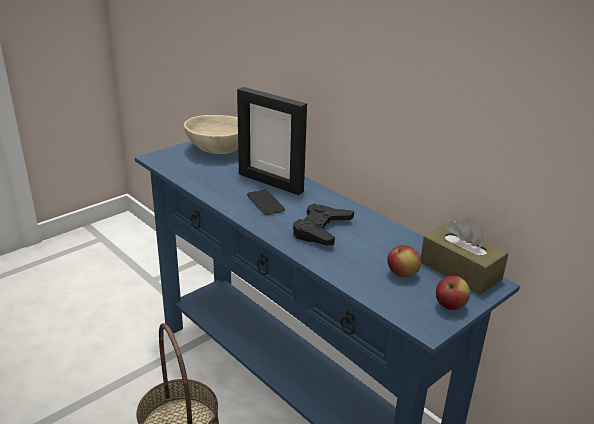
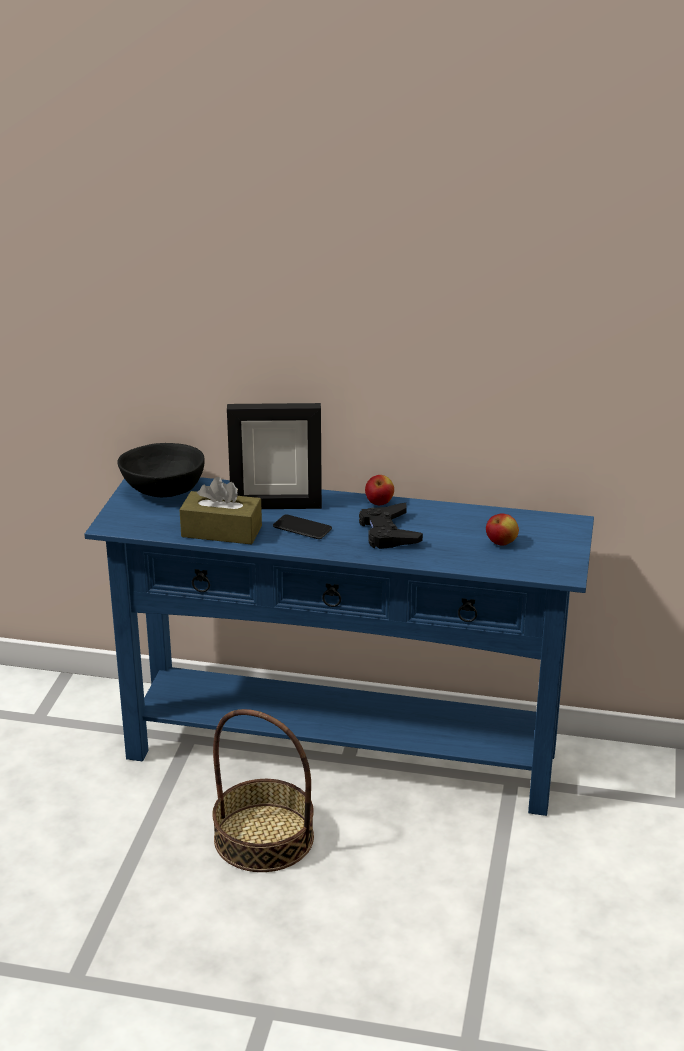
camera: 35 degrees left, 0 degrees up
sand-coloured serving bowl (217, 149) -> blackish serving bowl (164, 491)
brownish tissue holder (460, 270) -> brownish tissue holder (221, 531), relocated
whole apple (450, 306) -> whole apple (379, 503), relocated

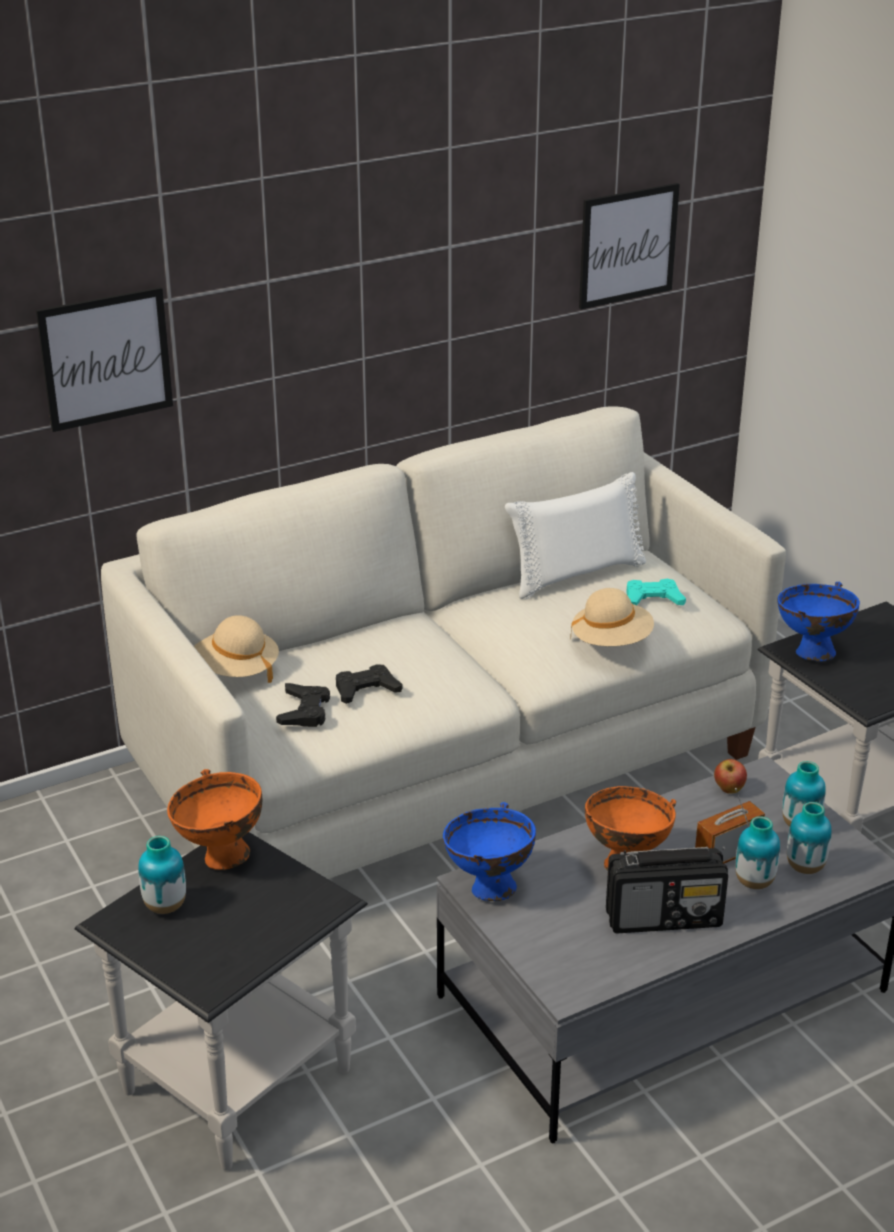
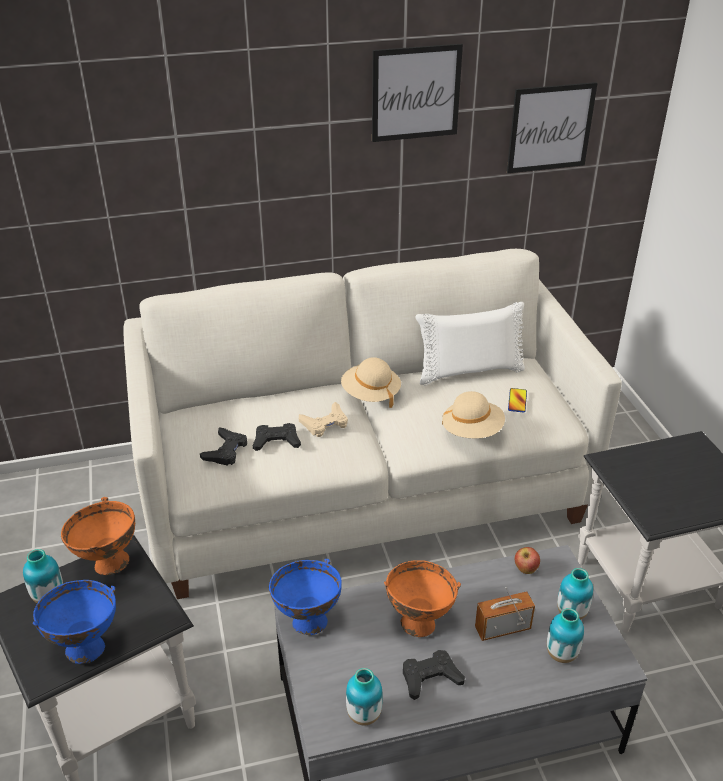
camera: 15 degrees right, 5 degrees up
picture (106, 358) -> picture (415, 93), relocated
sand-coloured hat (237, 670) -> sand-coloured hat (370, 394), relocated
radio set (664, 917) -> blackish gamepad (430, 678)
turquoise-coloured gamepad (653, 599) -> handset (517, 401)
flower vase (754, 882) -> flower vase (364, 715), relocated
bluish serving bowl (811, 653) -> bluish serving bowl (84, 647), relocated
none -> sand-coloured gamepad (325, 424)

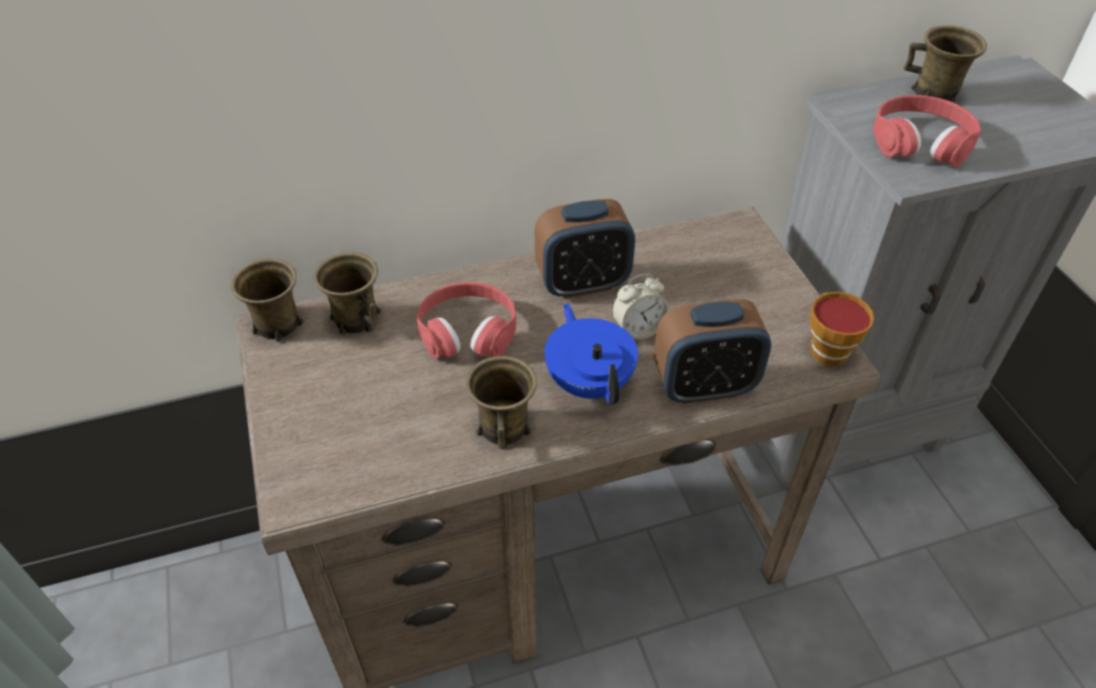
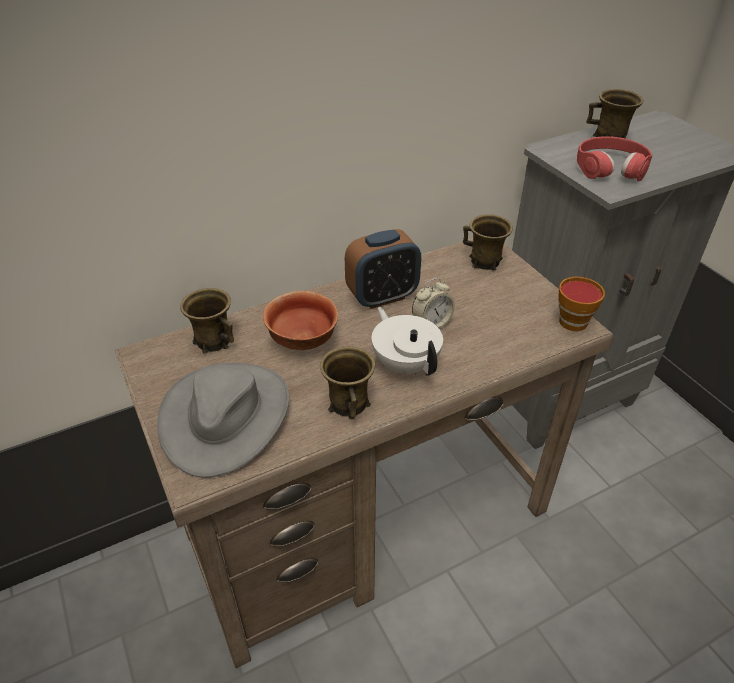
camera: 10 degrees left, 5 degrees down
brownish coffee mug (277, 325) -> brownish coffee mug (485, 262), relocated
red-coloured headset (468, 331) -> serving bowl (303, 339)
bluish pot for tea (589, 382) -> white pot for tea (405, 364)
table clock (704, 386) -> none
none -> grey hat (225, 416)

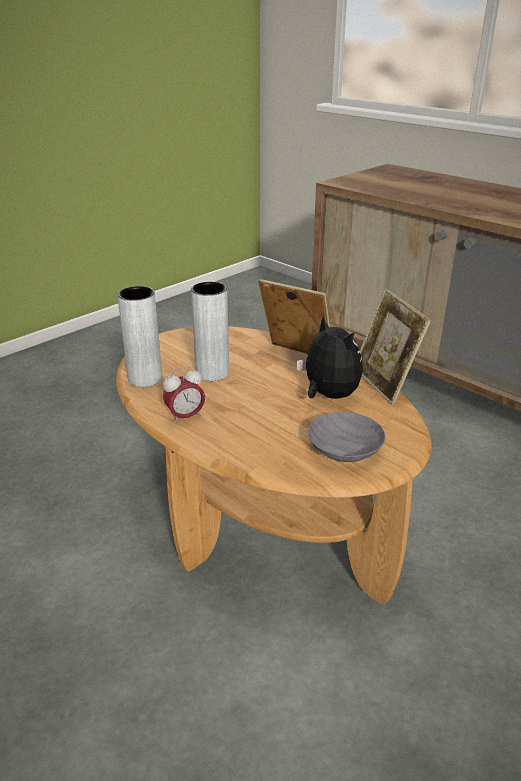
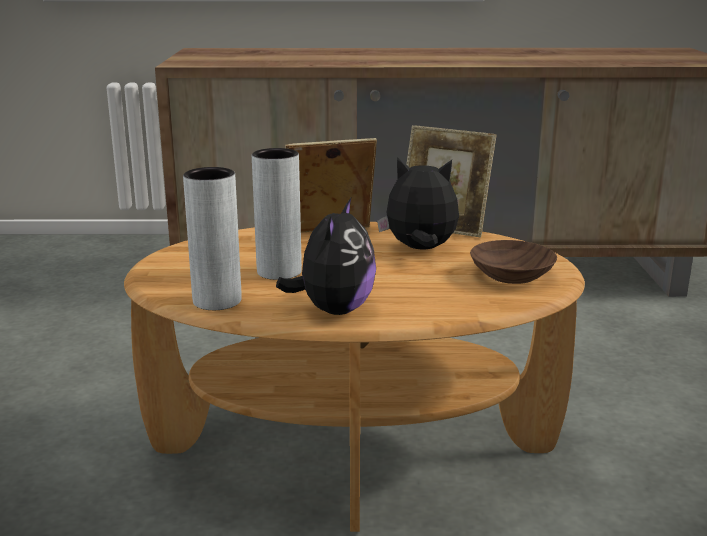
camera: 45 degrees left, 10 degrees down
table clock (185, 417) -> cuddly toy (333, 310)
grey serving bowl (343, 449) -> brownish serving bowl (509, 275)

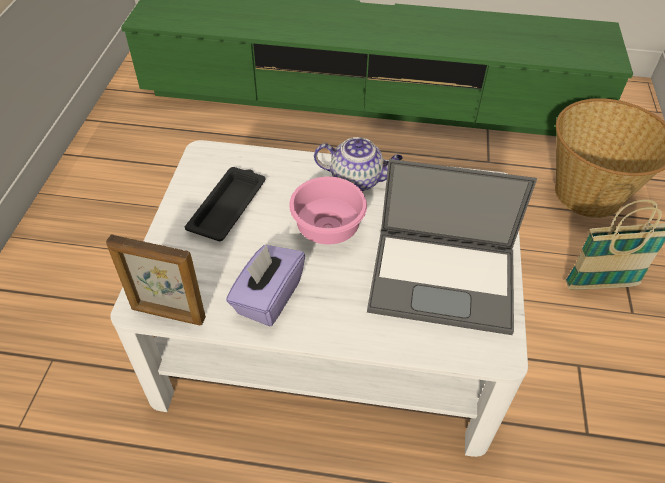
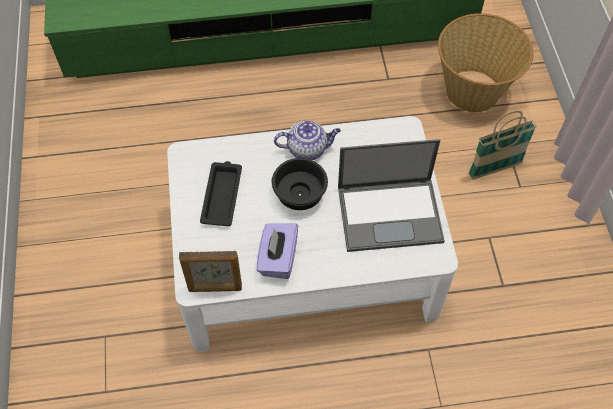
camera: 15 degrees left, 10 degrees up
pinkish serving bowl (328, 230) -> blackish serving bowl (300, 196)

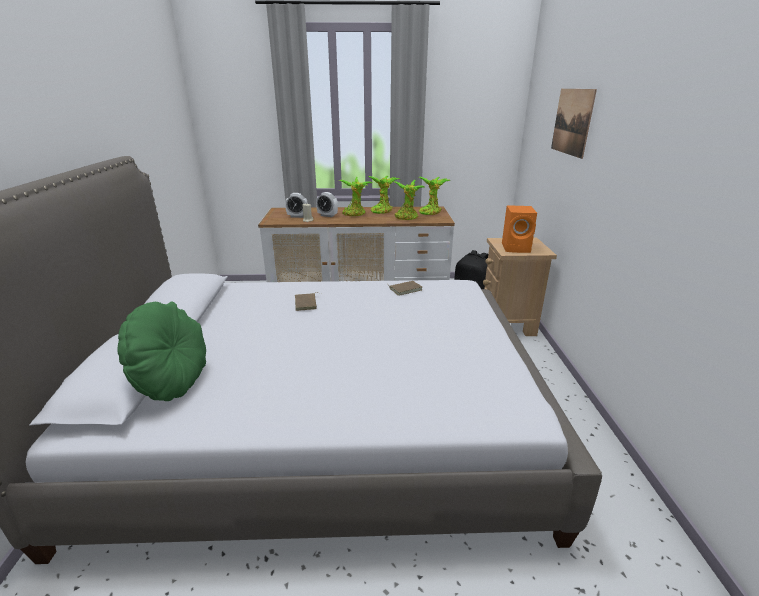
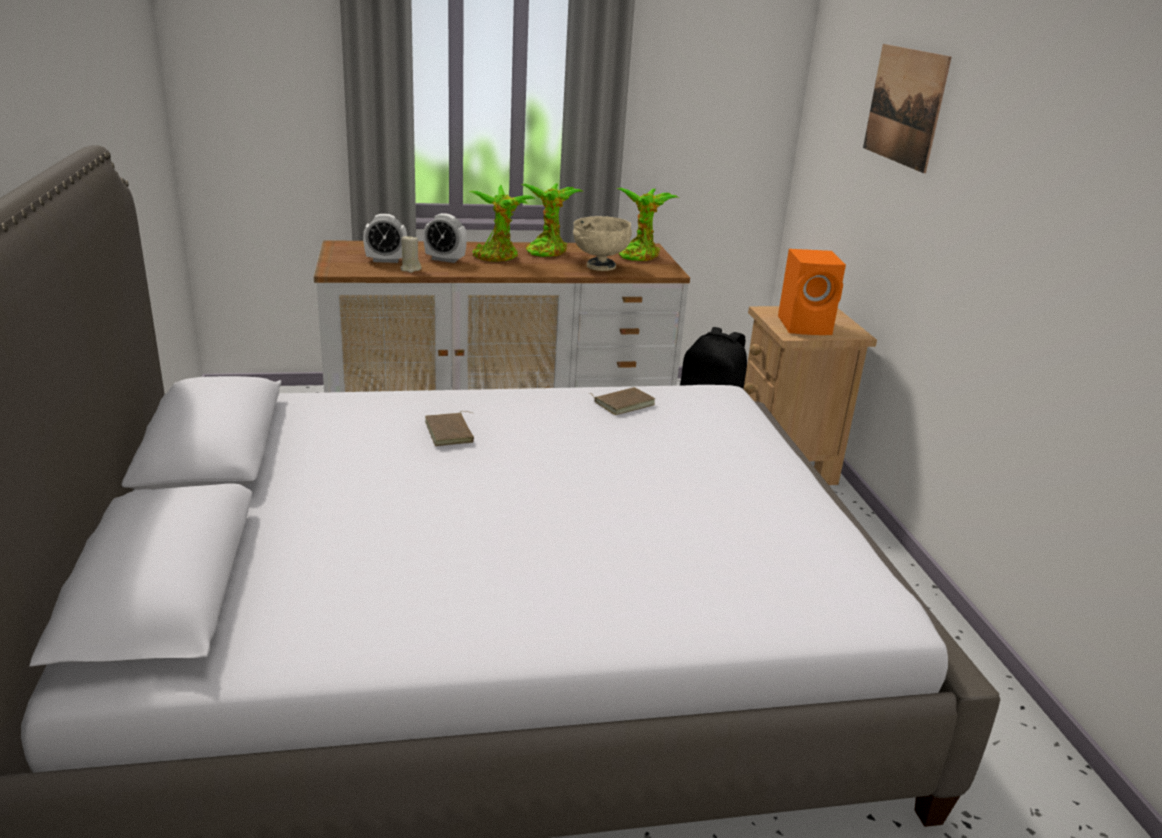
camera: 10 degrees left, 0 degrees up
greenish throw pillow (174, 385) -> none
houseplant (407, 218) -> sand-coloured serving bowl (600, 266)

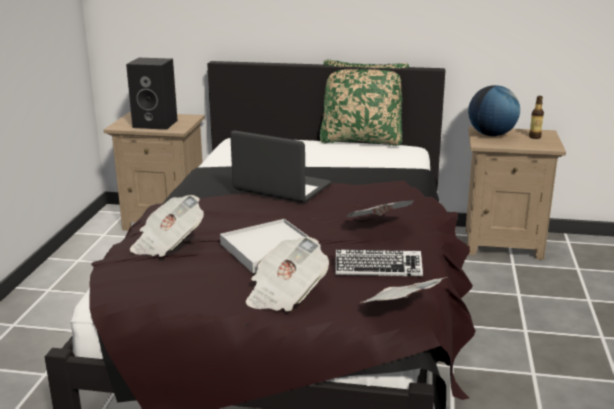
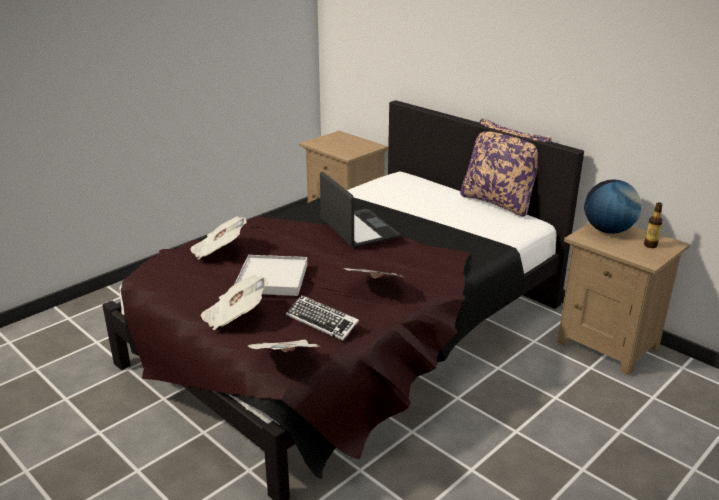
camera: 35 degrees right, 5 degrees up
blackish speaker (156, 124) -> none
greenish throw pillow (362, 142) -> purple throw pillow (498, 204)

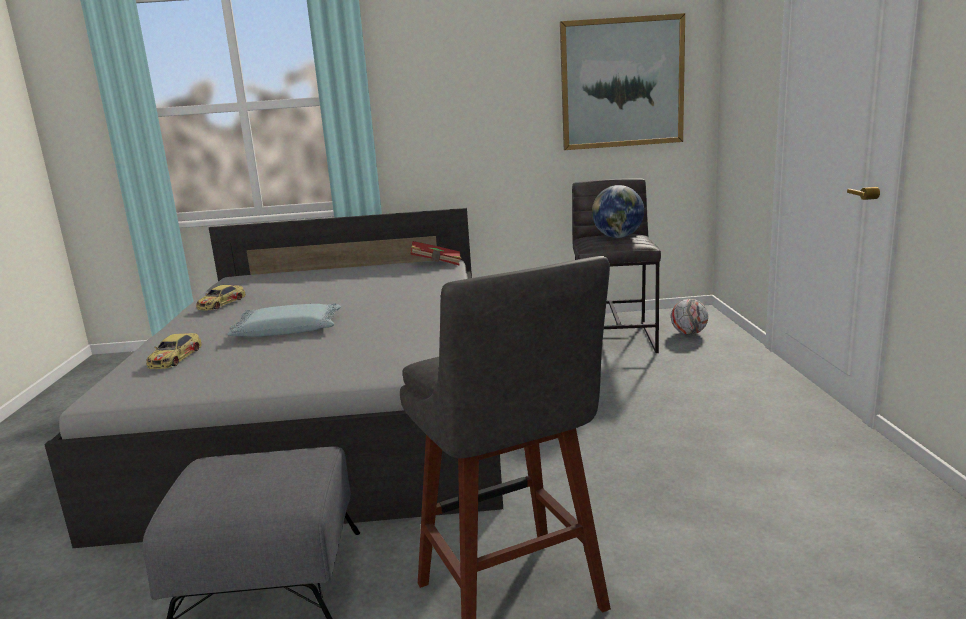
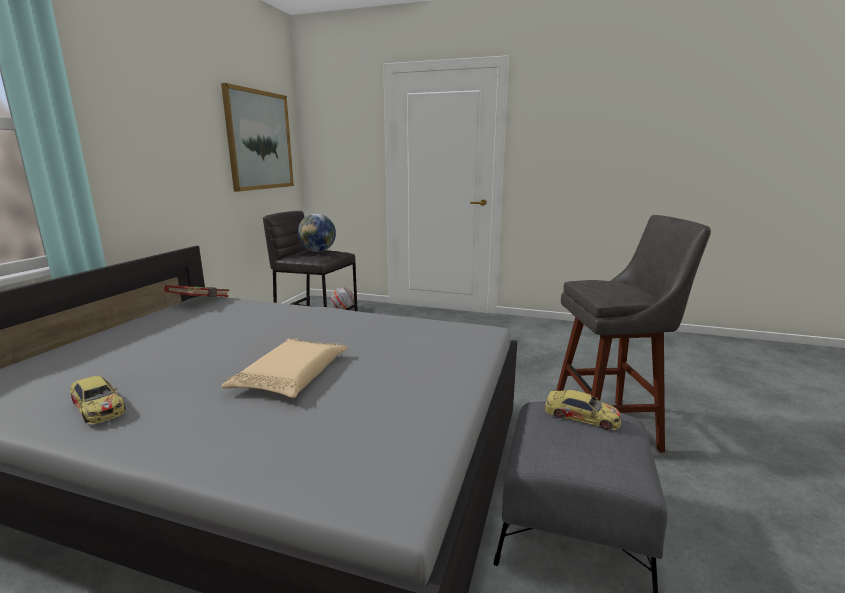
camera: 70 degrees left, 0 degrees up
toy car (175, 357) -> toy car (582, 416), relocated
bluish throw pillow (287, 328) -> sand-coloured throw pillow (291, 374)

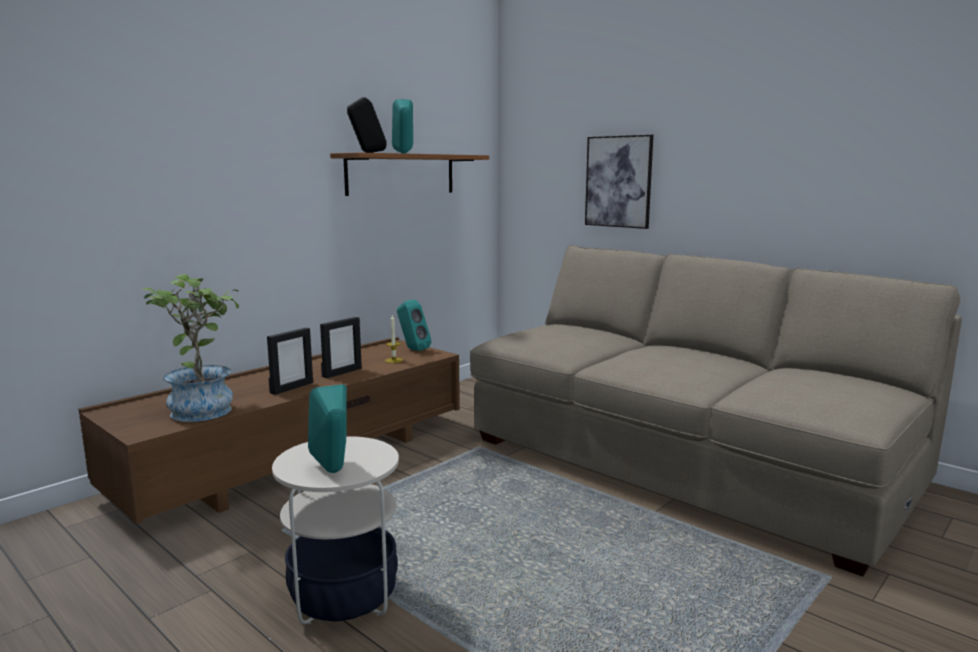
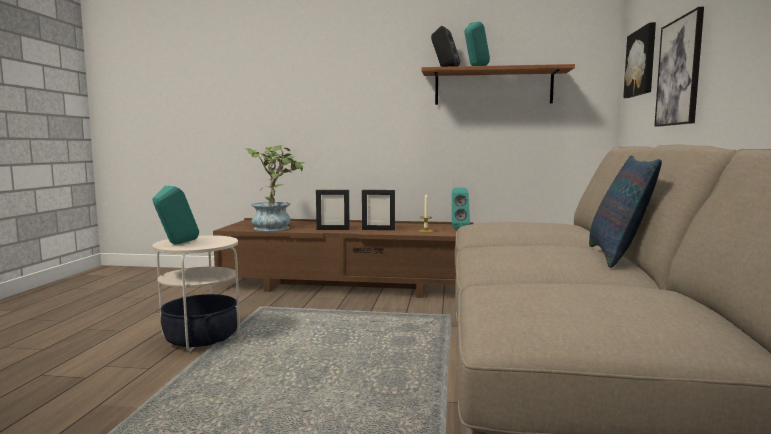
camera: 55 degrees right, 5 degrees down
none -> bluish throw pillow (616, 257)
none -> picture (642, 62)

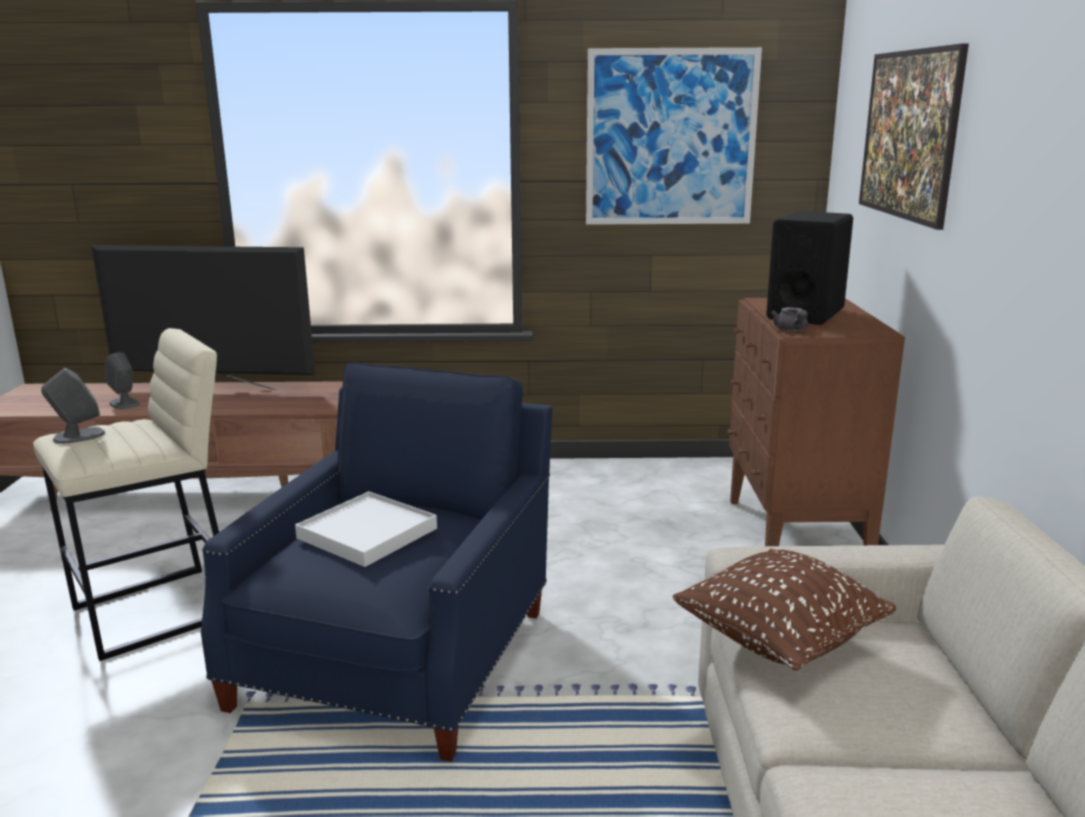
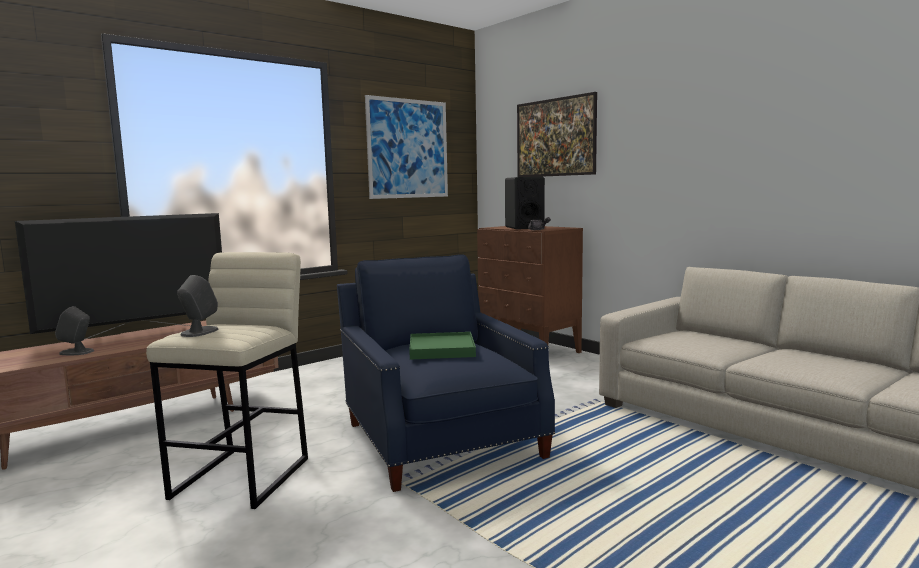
camera: 40 degrees left, 10 degrees down
white carrying tray (367, 533) -> greenish carrying tray (441, 349)
brownish throw pillow (779, 641) -> none

